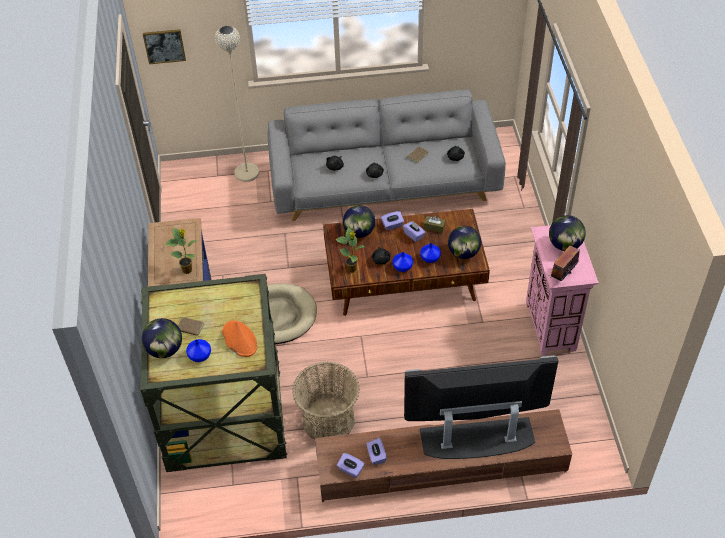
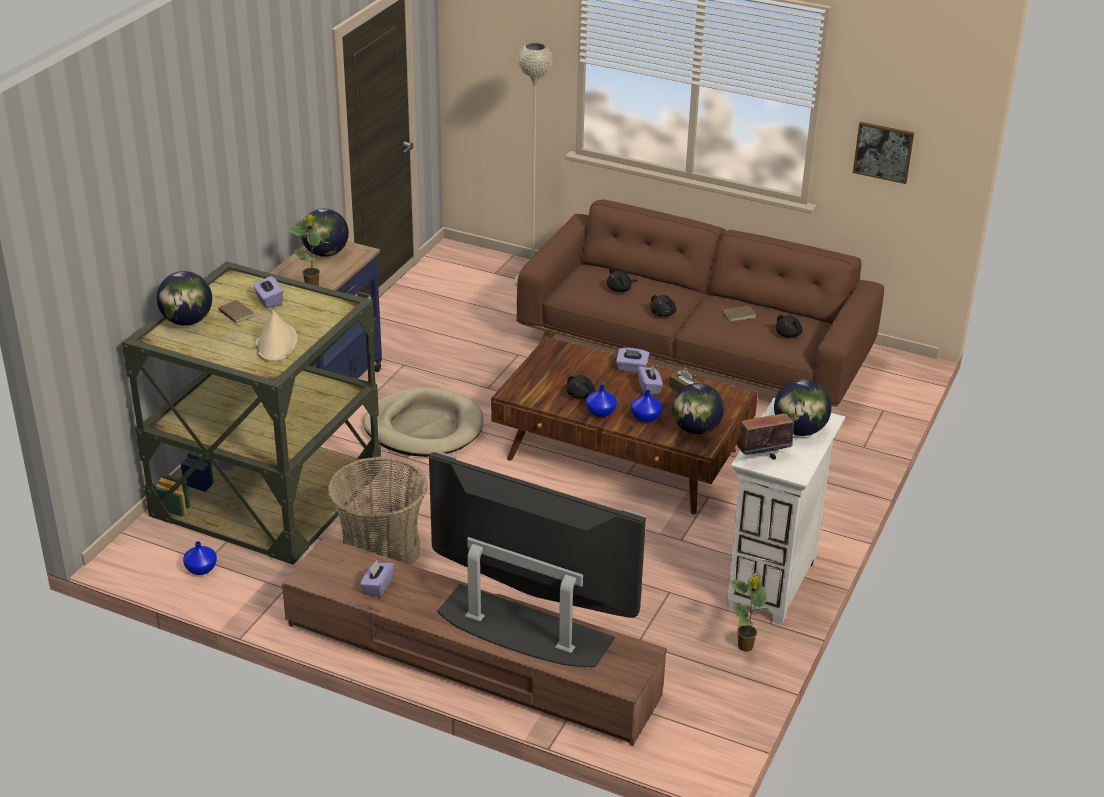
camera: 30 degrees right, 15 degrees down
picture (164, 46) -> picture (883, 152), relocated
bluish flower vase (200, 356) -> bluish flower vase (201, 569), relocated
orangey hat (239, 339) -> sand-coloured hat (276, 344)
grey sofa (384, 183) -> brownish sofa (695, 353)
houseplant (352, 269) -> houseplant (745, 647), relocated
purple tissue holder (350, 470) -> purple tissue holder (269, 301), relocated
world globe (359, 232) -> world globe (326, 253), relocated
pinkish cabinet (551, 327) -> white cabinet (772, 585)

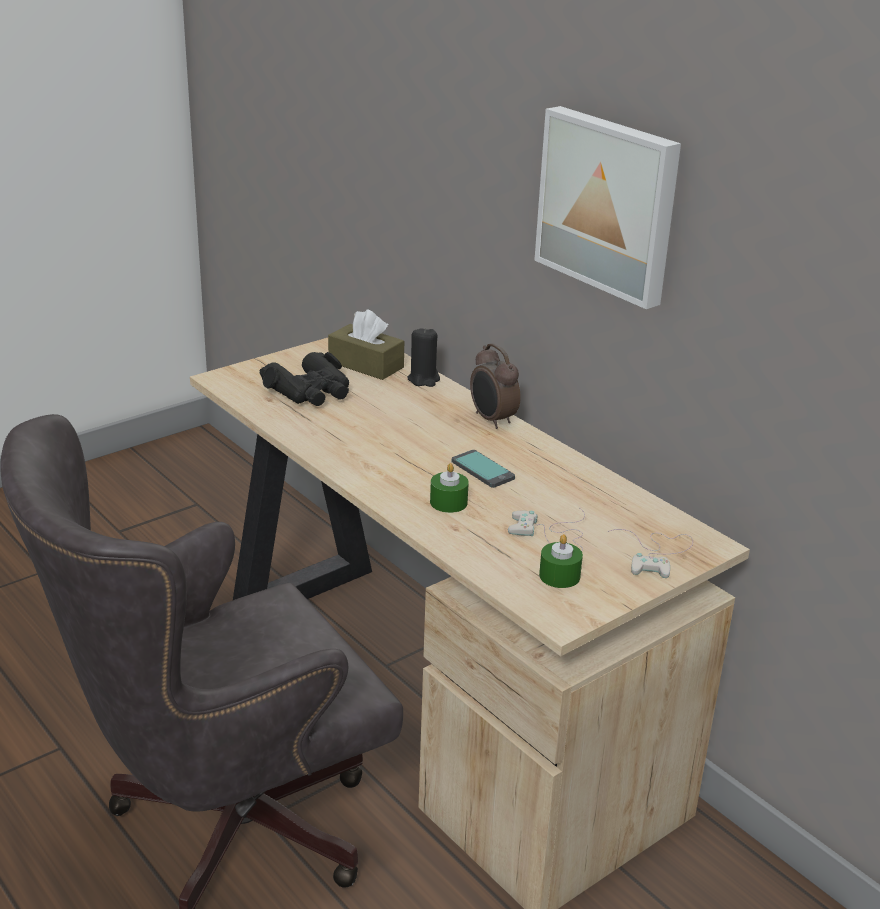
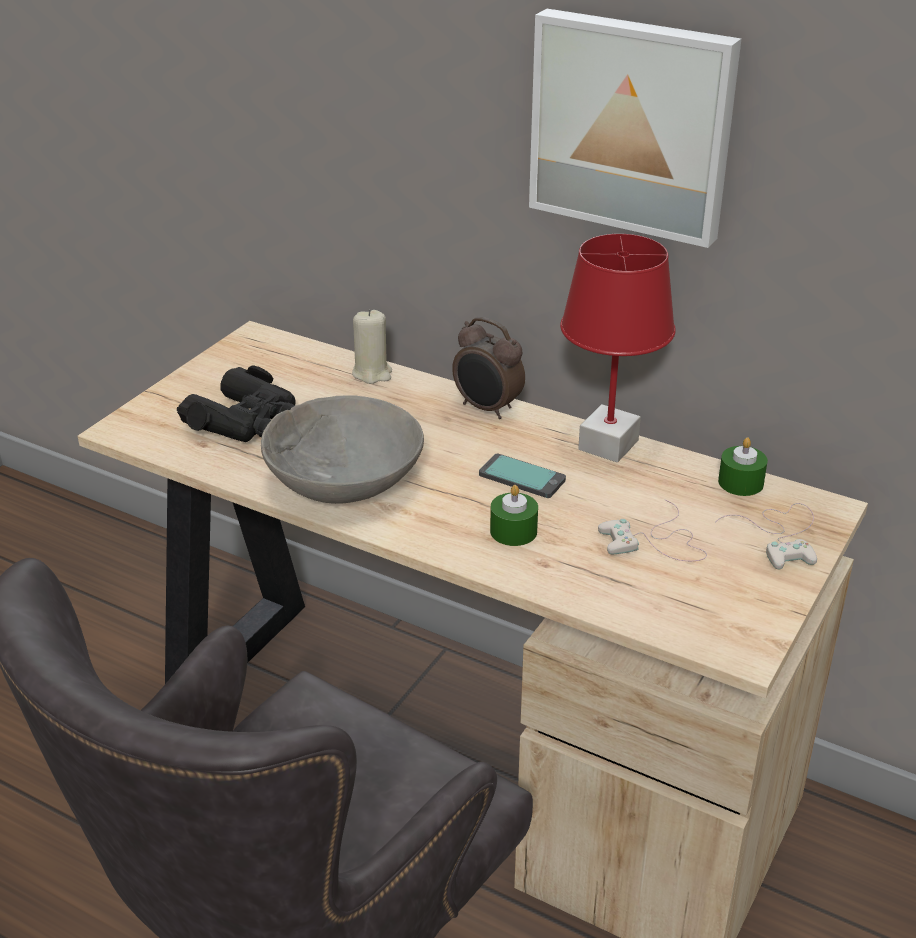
camera: 20 degrees left, 5 degrees up
brownish tissue holder (366, 365) -> none
blackish wax light (423, 379) -> sand-coloured wax light (372, 373)
greenish wax light (559, 576) -> greenish wax light (740, 482), relocated
none -> grey serving bowl (343, 480)
none -> red-coloured tabletop lamp (608, 445)

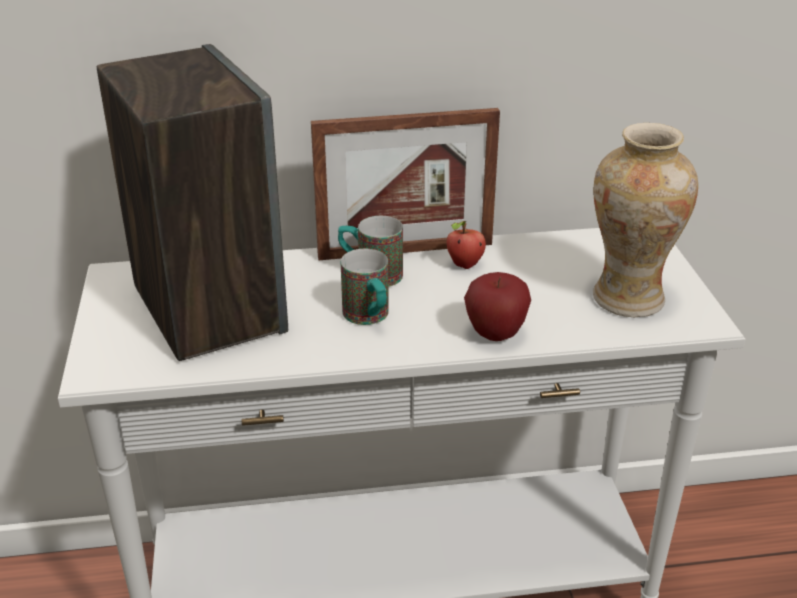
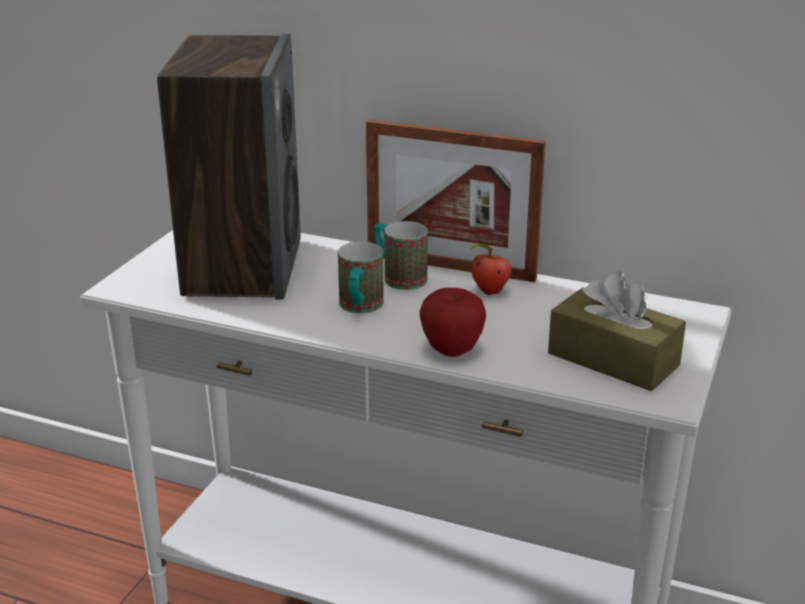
camera: 30 degrees right, 5 degrees down
flower vase (628, 299) -> brownish tissue holder (613, 359)

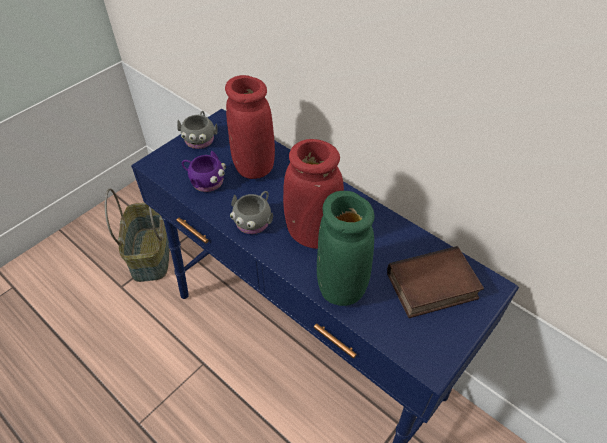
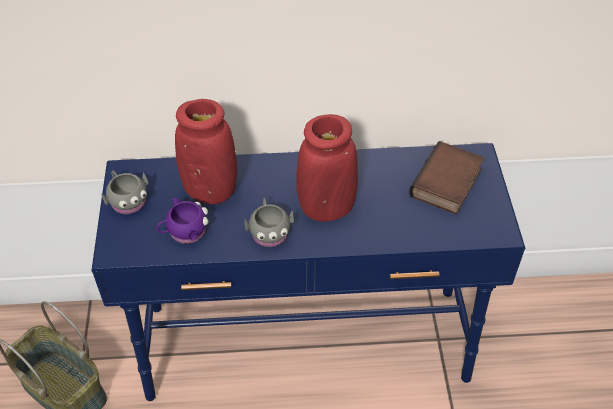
camera: 45 degrees left, 0 degrees up
greenish flower vase (341, 286) -> none

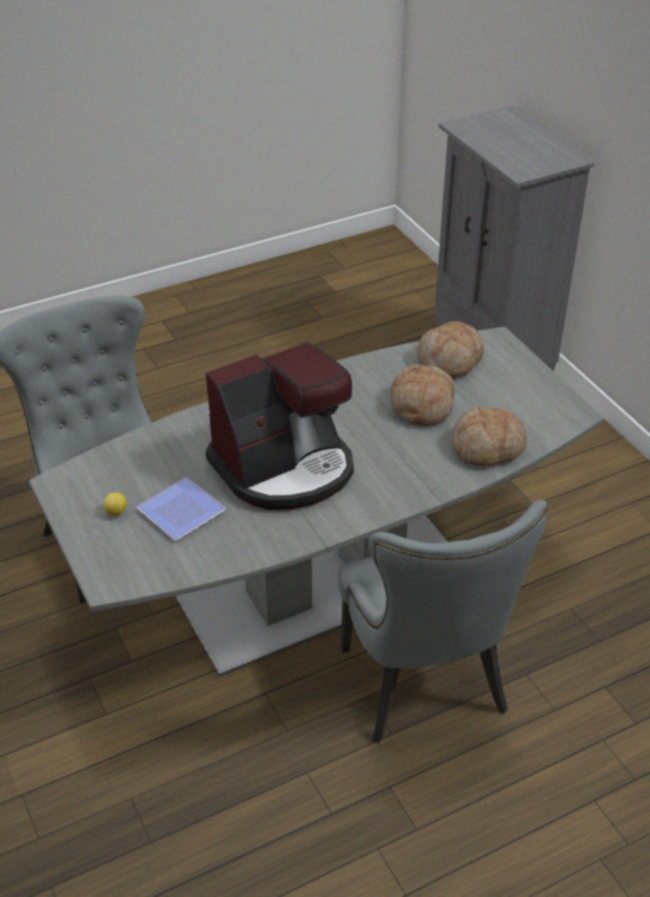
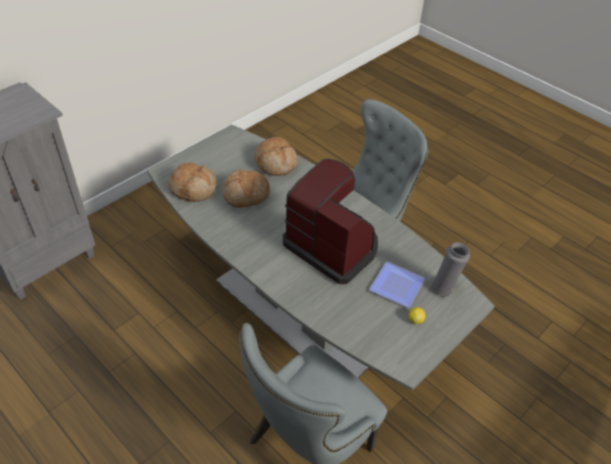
camera: 110 degrees left, 5 degrees up
none -> grey flower vase (444, 287)

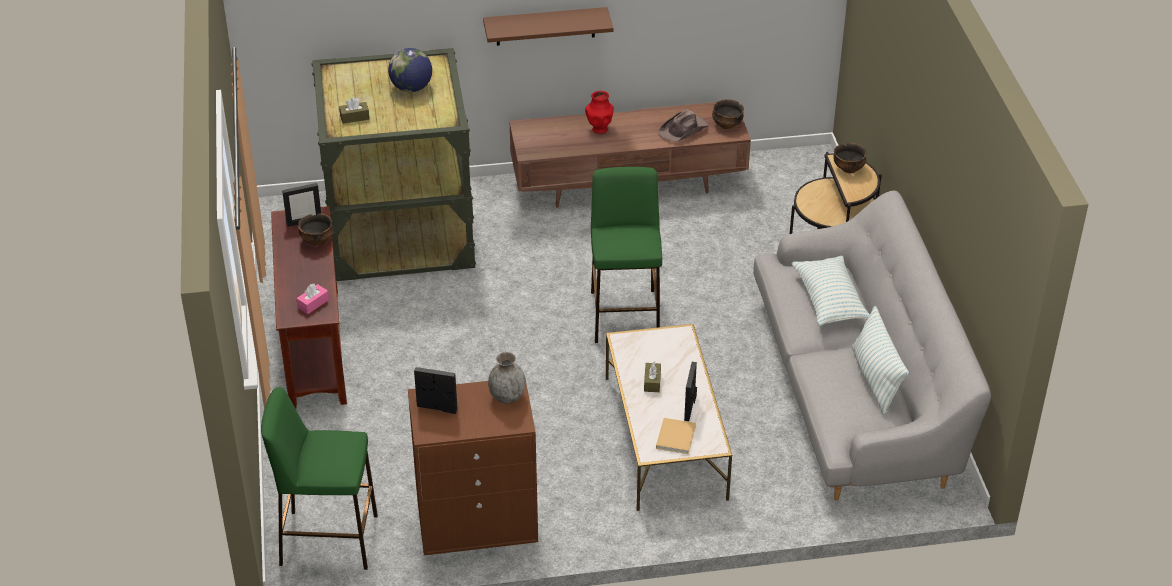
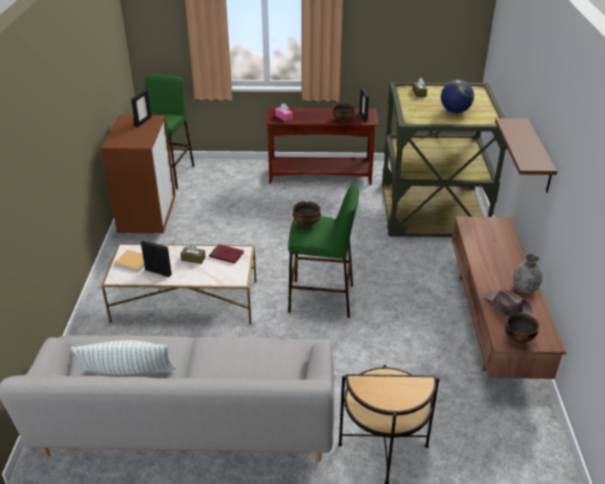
camera: 100 degrees right, 5 degrees down
grey flower vase (507, 397) -> grey flower vase (524, 288), relocated
red-coloured flower vase (599, 129) -> none
throw pillow (829, 301) -> none
serving bowl (848, 169) -> serving bowl (306, 223), relocated
none -> red-coloured book (226, 255)

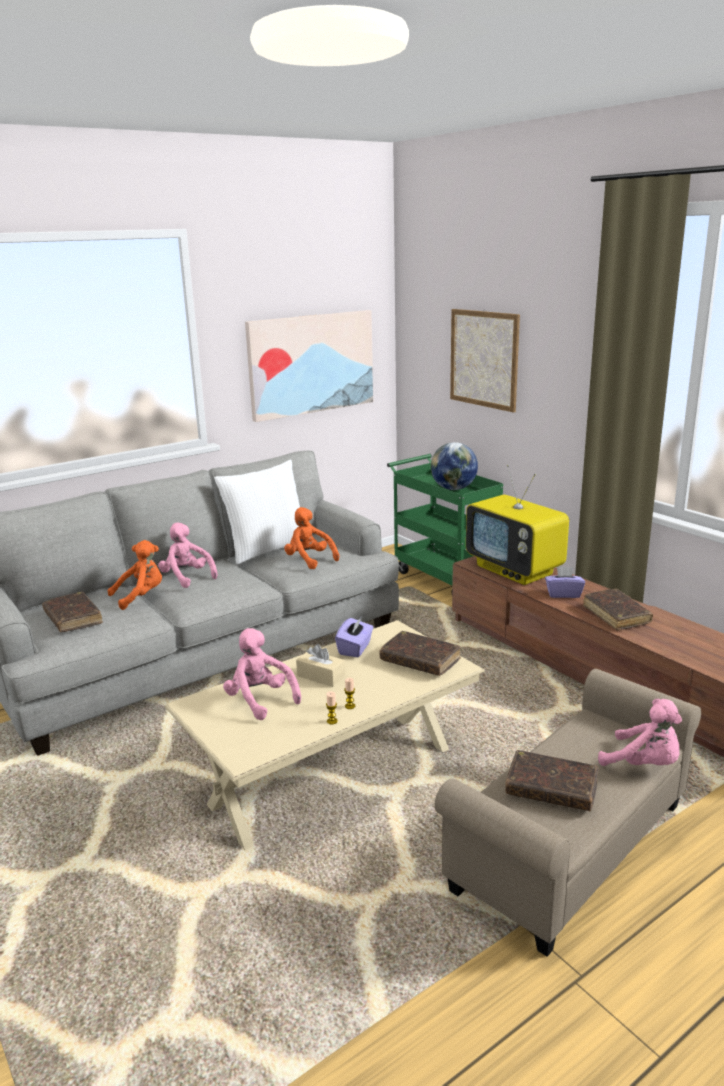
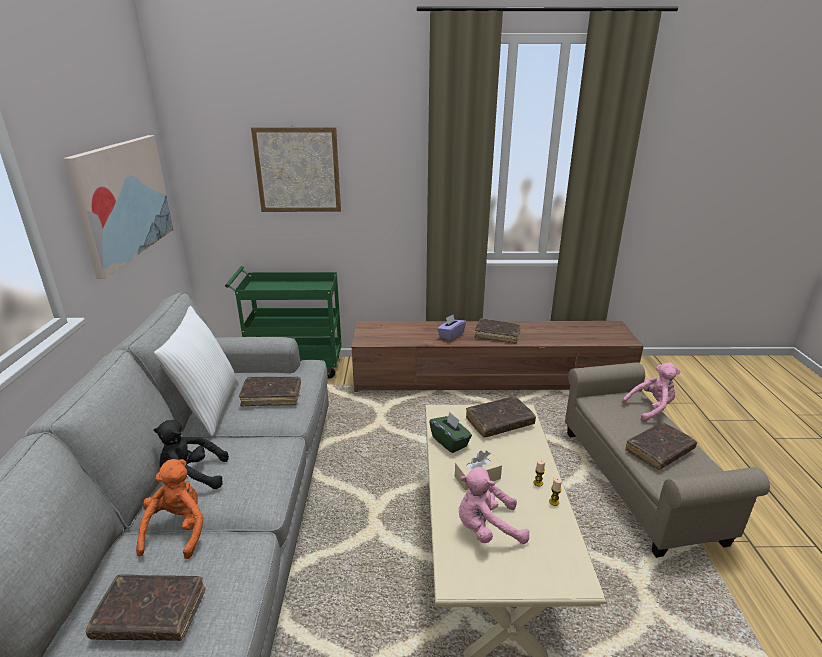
camera: 55 degrees left, 5 degrees up
pinkish cuddly toy (187, 577) -> blackish cuddly toy (192, 478)
orangey cuddly toy (309, 560) -> brownish book (271, 396)
purple tissue holder (355, 648) -> greenish tissue holder (450, 442)
world globe (453, 489) -> none
television (515, 570) -> none

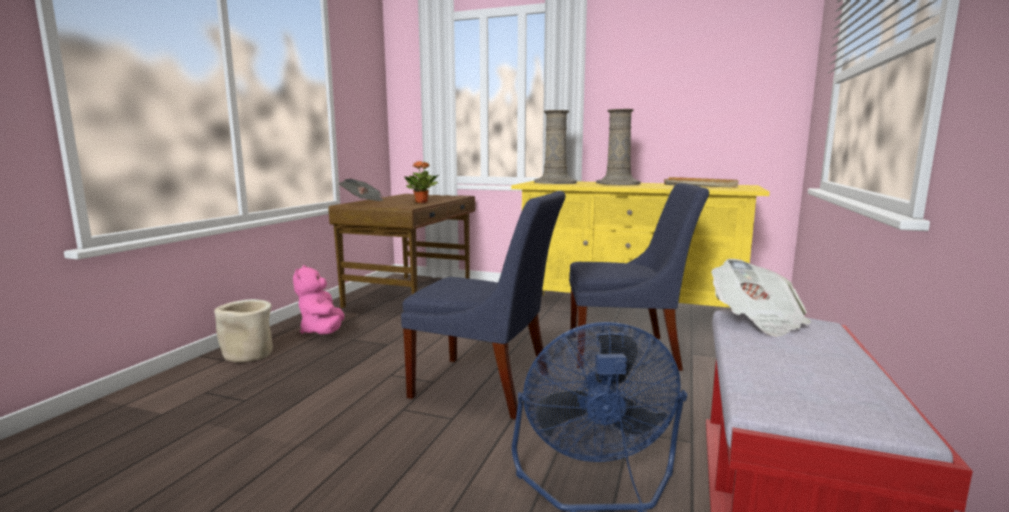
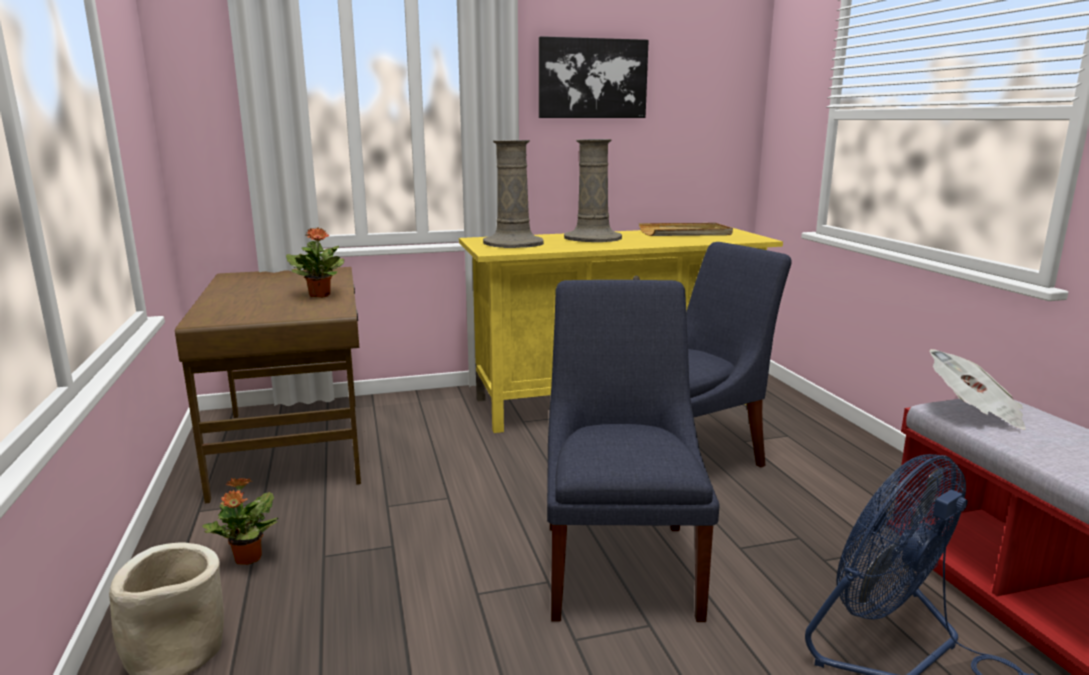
camera: 35 degrees left, 5 degrees up
pinkish cuddly toy (323, 332) -> houseplant (247, 559)
printed paper (364, 202) -> none
bluish upright chair (487, 387) -> bluish upright chair (621, 563), 75 degrees counterclockwise
none -> picture (592, 78)

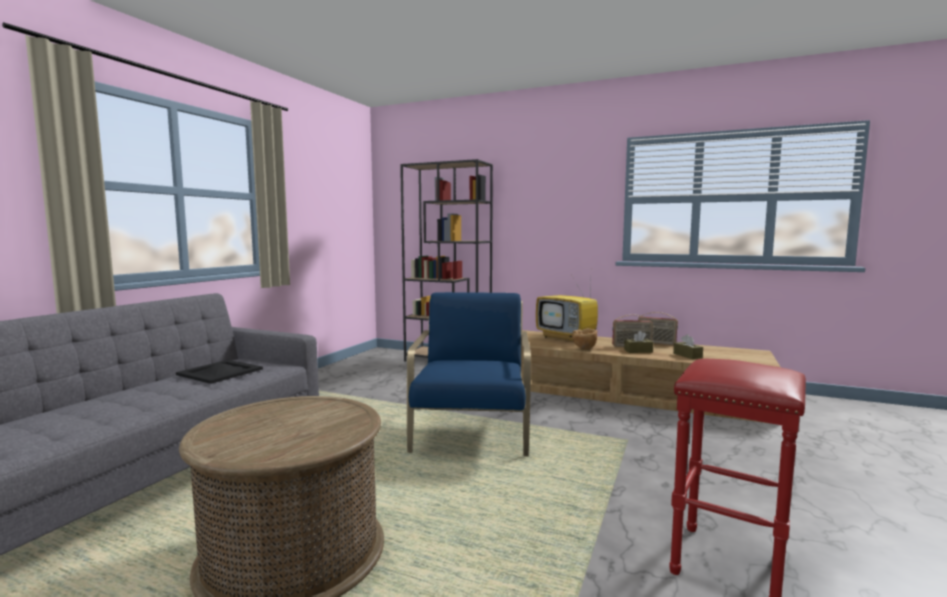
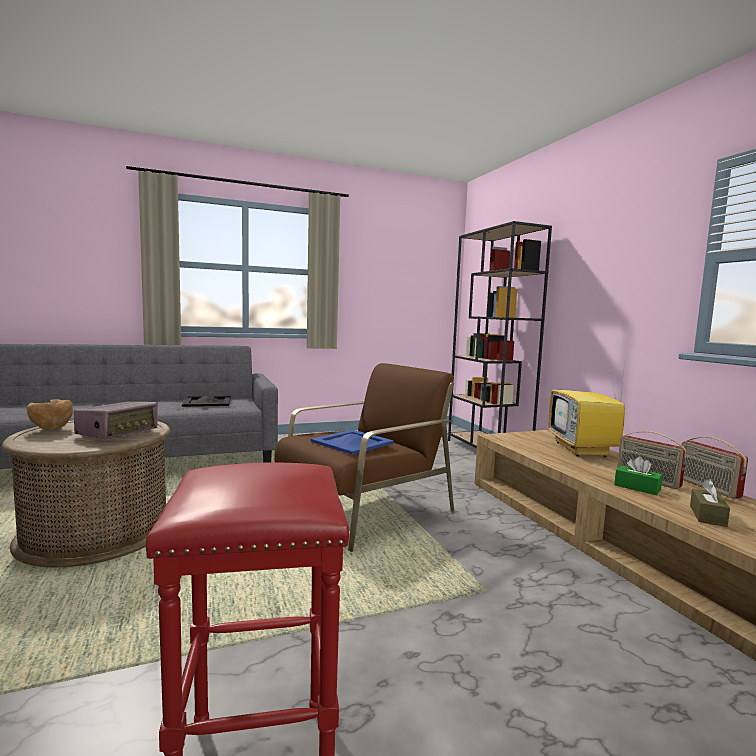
camera: 45 degrees right, 0 degrees up
bluish lounge chair (472, 431) -> brownish lounge chair (362, 512)
brownish serving bowl (584, 348) -> brownish serving bowl (50, 429), relocated
brownish tissue holder (638, 351) -> greenish tissue holder (637, 487)
none -> radio set (118, 433)
none -> bluish carrying tray (353, 442)

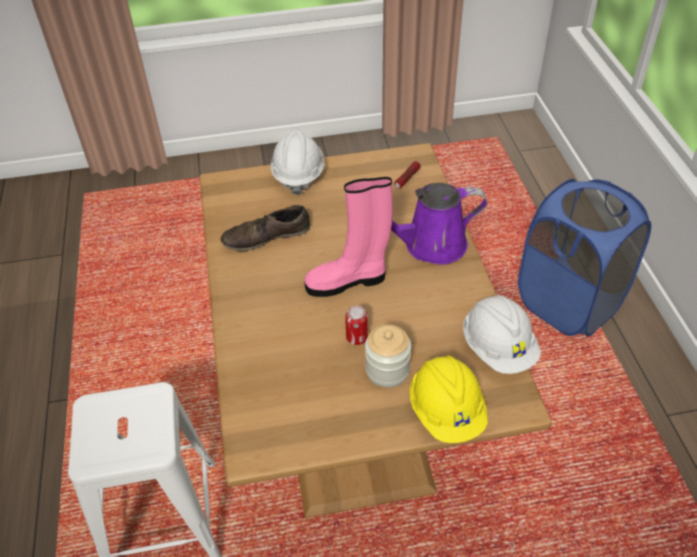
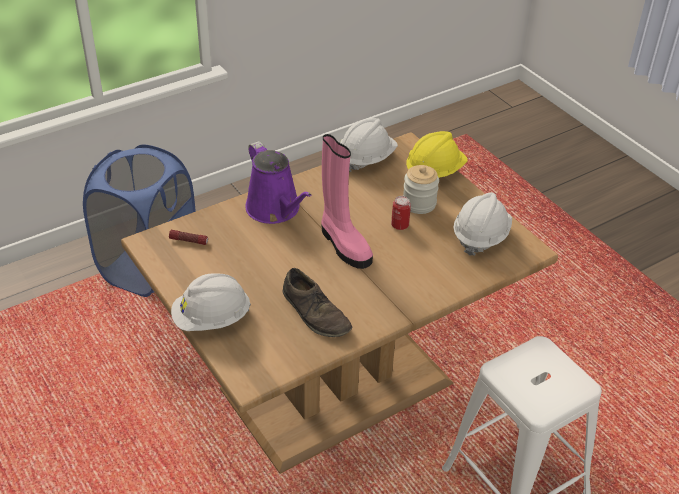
camera: 115 degrees left, 5 degrees down
none -> white hard hat (480, 236)

